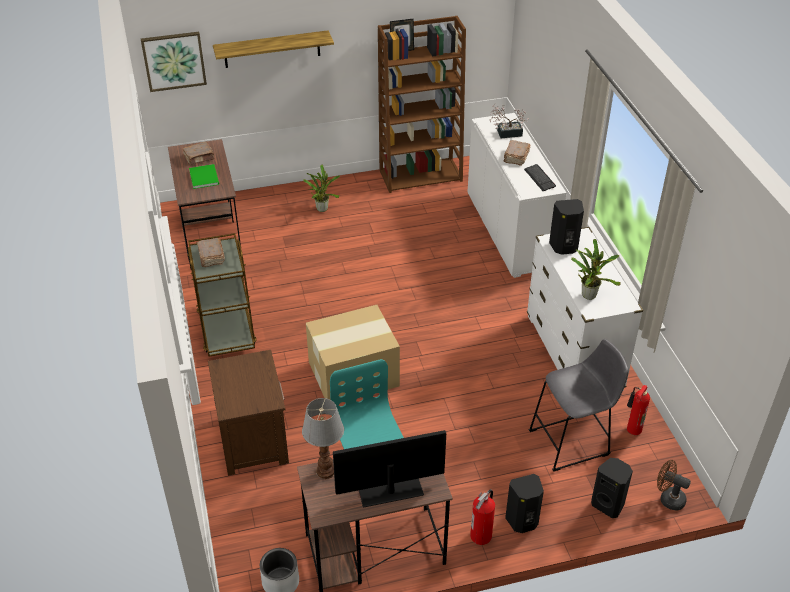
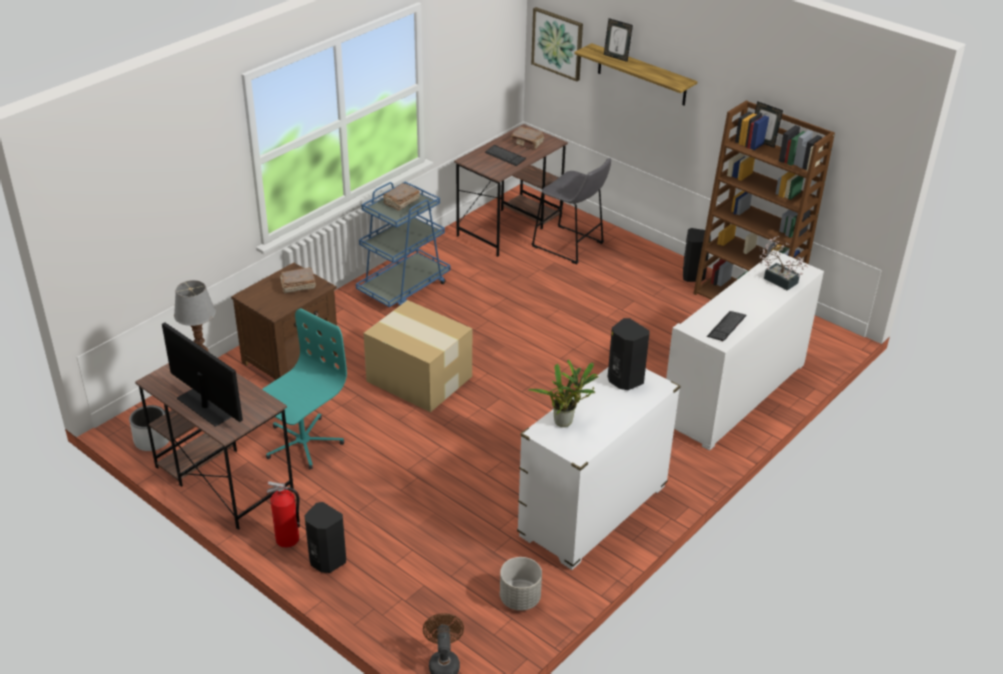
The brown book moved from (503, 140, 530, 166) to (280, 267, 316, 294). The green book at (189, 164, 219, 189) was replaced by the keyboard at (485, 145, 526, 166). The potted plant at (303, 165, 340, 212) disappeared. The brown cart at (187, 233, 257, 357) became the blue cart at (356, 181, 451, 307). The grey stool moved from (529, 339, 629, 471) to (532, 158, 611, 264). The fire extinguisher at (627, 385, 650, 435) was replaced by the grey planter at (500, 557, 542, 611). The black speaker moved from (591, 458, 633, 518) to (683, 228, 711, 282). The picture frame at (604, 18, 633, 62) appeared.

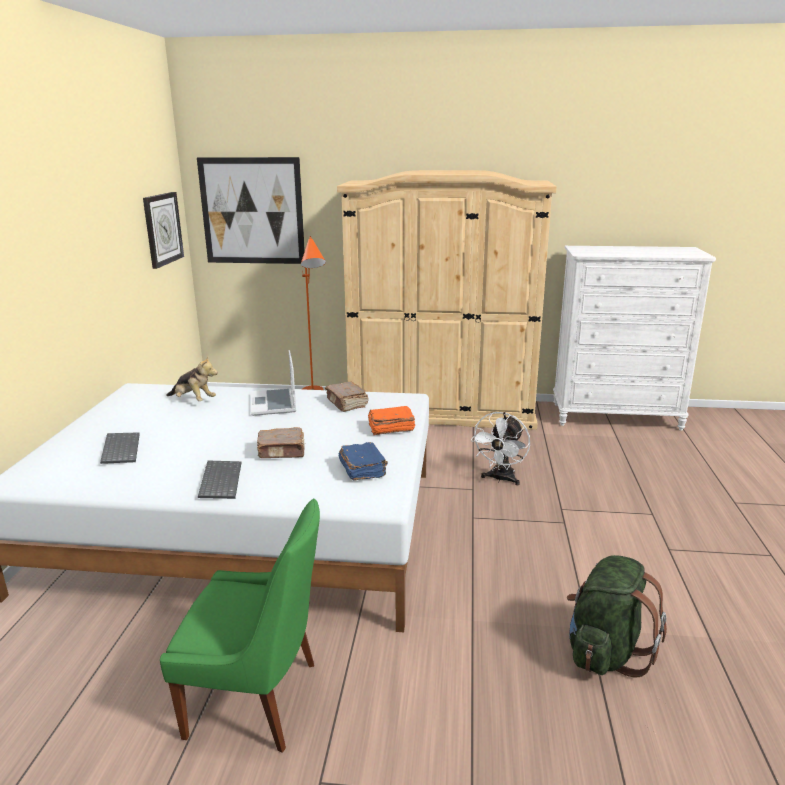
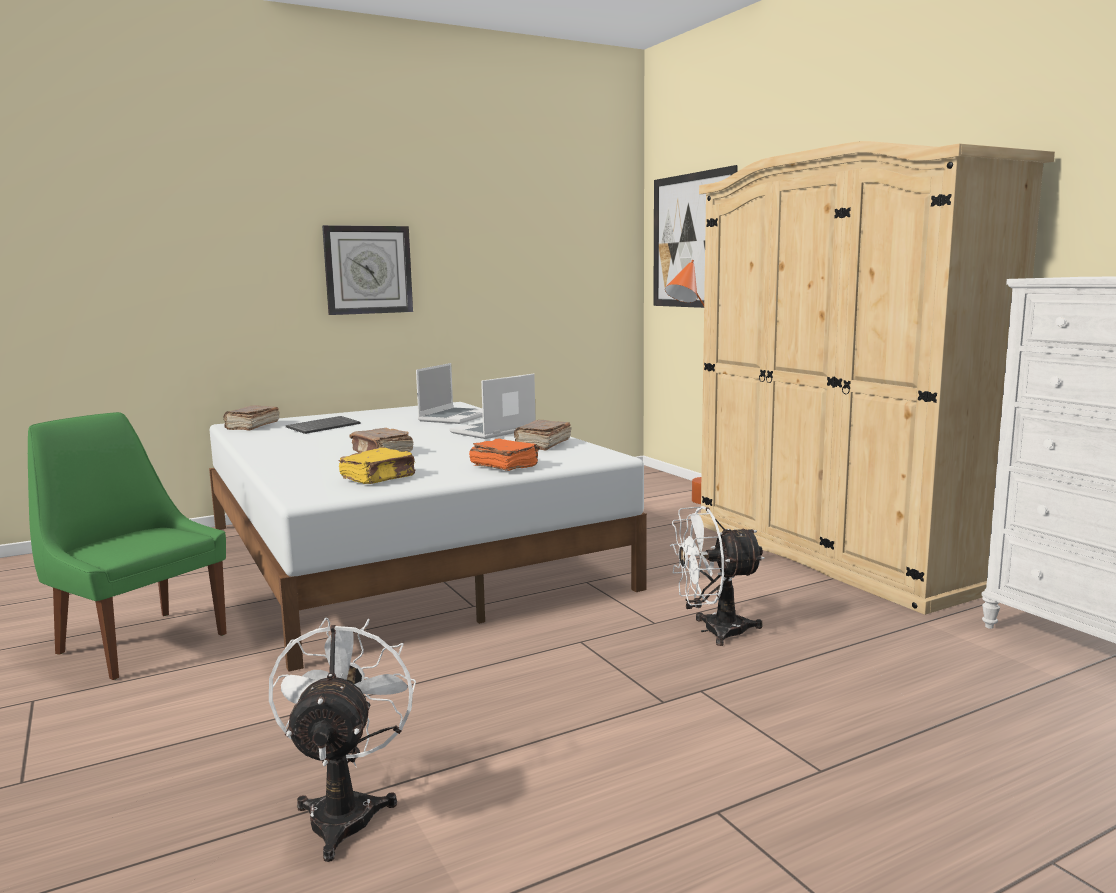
The wall clock moved from (143, 192, 184, 269) to (322, 225, 413, 315). The plush toy at (166, 356, 218, 401) was replaced by the laptop at (416, 363, 483, 424). The blue book at (339, 442, 388, 481) became the yellow book at (339, 448, 415, 484). The keyboard at (198, 461, 241, 499) disappeared. The green chair at (160, 499, 320, 753) turned 150 degrees clockwise. The green backpack at (567, 555, 667, 678) was replaced by the white fan at (269, 617, 416, 862). The brown book at (224, 405, 279, 431) appeared.

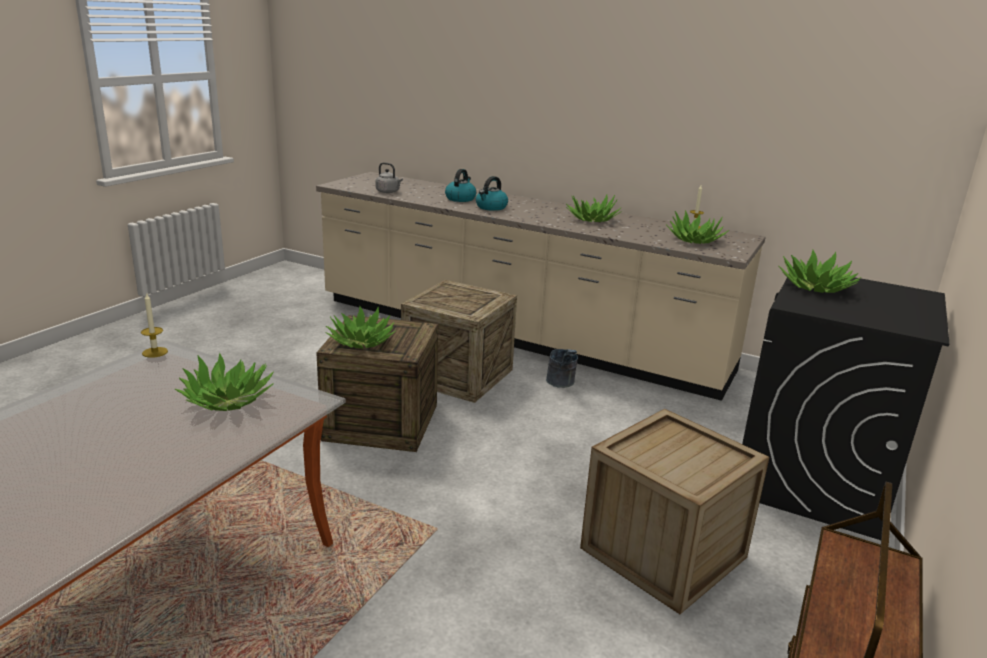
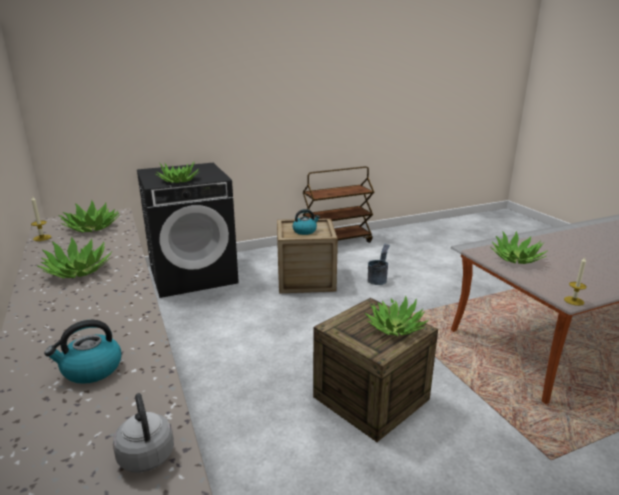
The kettle moved from (476, 176, 508, 211) to (293, 209, 320, 235). The crate at (401, 280, 517, 403) disappeared. The grey bucket moved from (546, 349, 578, 388) to (368, 244, 390, 285).

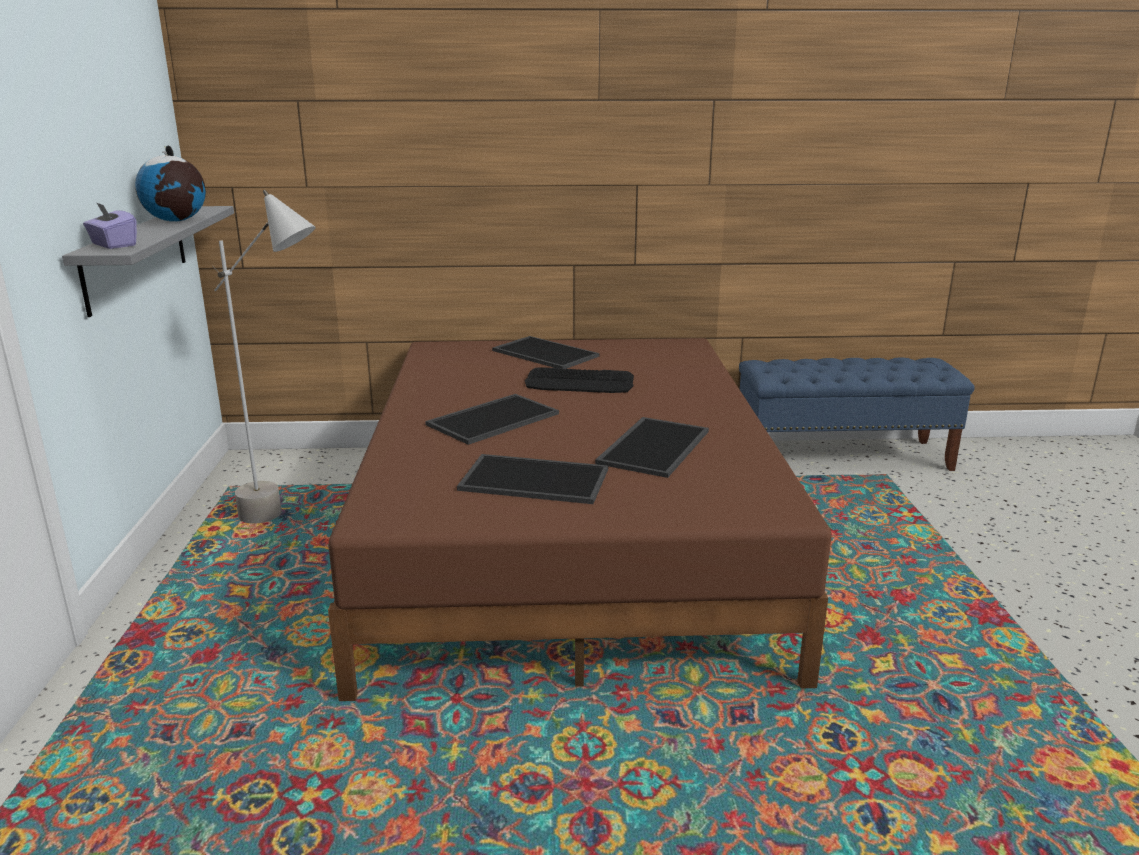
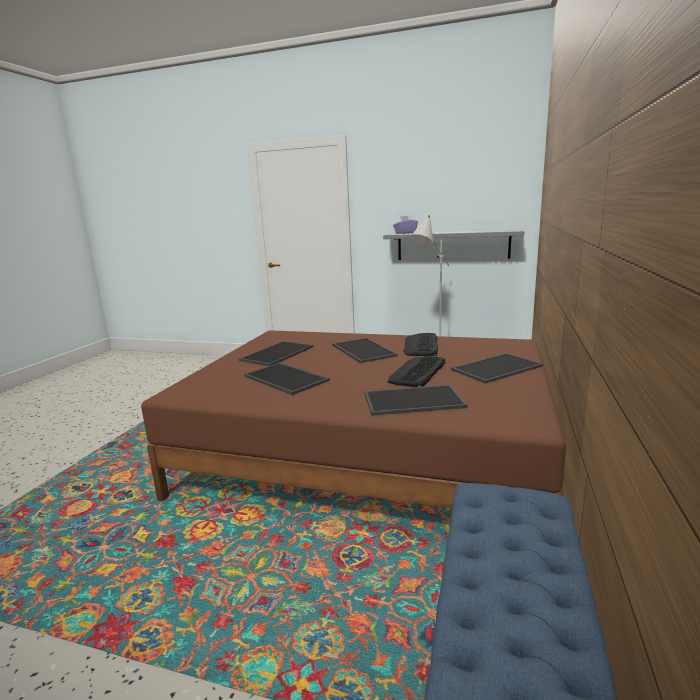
The globe at (135, 145, 206, 221) disappeared. The keyboard at (403, 333, 438, 356) appeared. The tray at (364, 385, 467, 416) appeared.

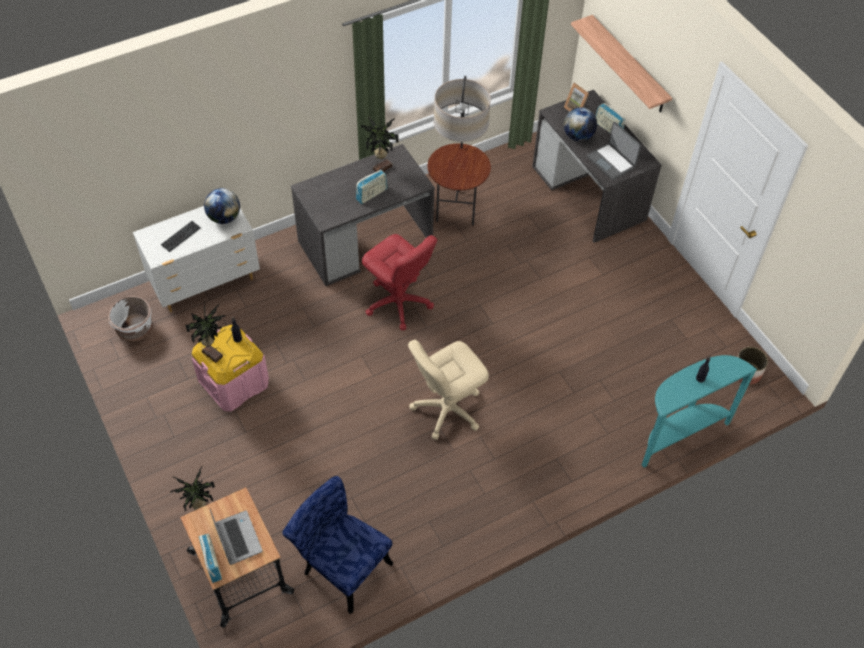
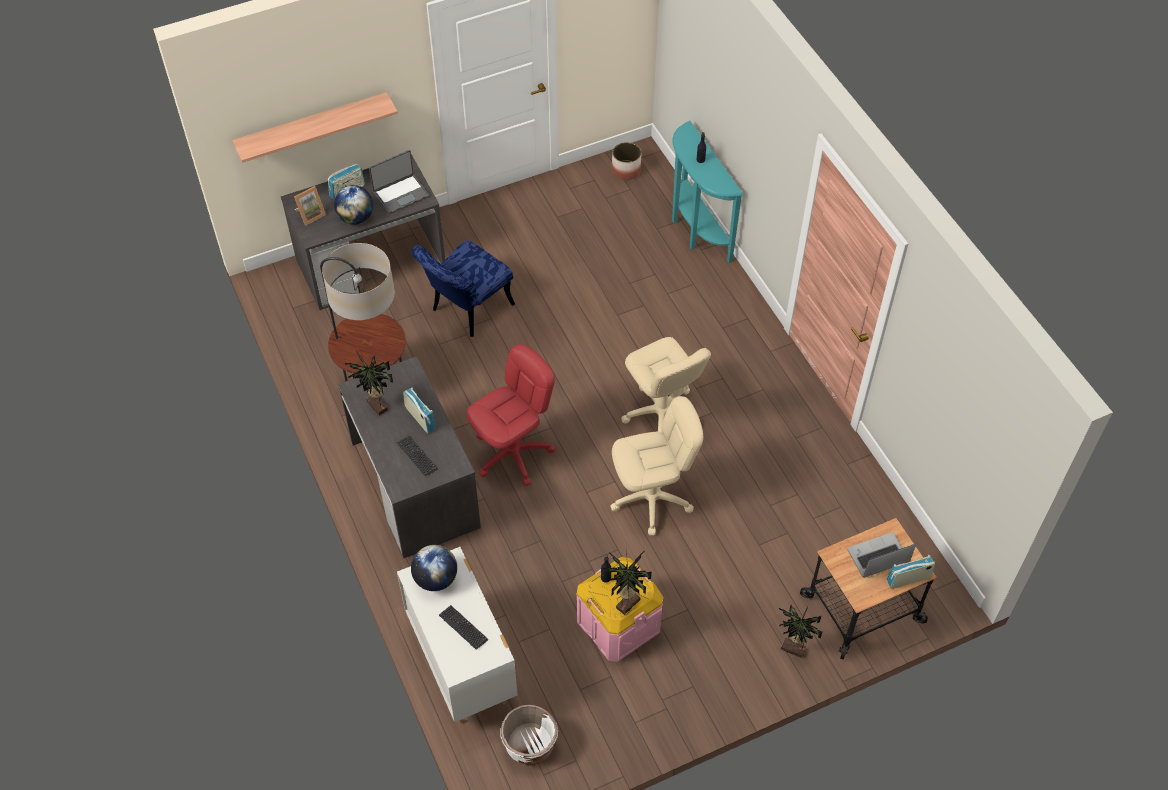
The blue chair moved from (283, 476, 393, 614) to (412, 240, 515, 337). The beige office chair at (610, 396, 703, 536) appeared. The keyboard at (397, 435, 438, 476) appeared.

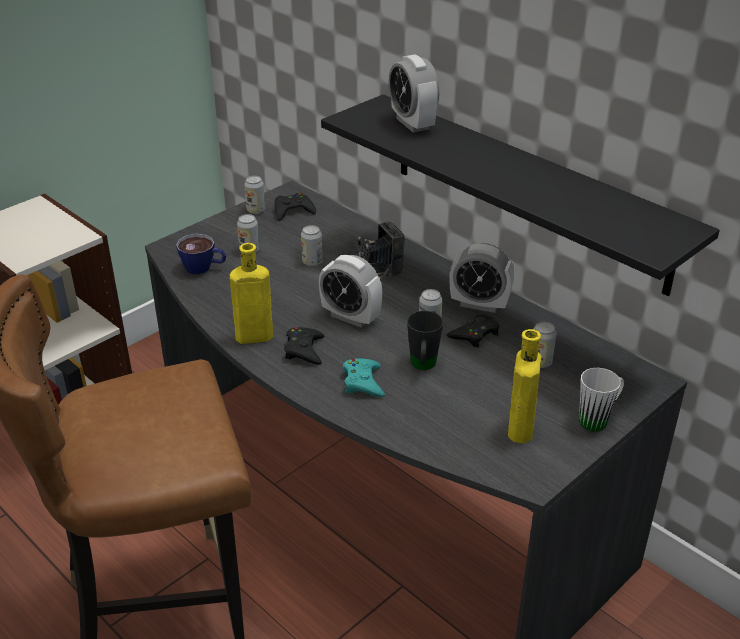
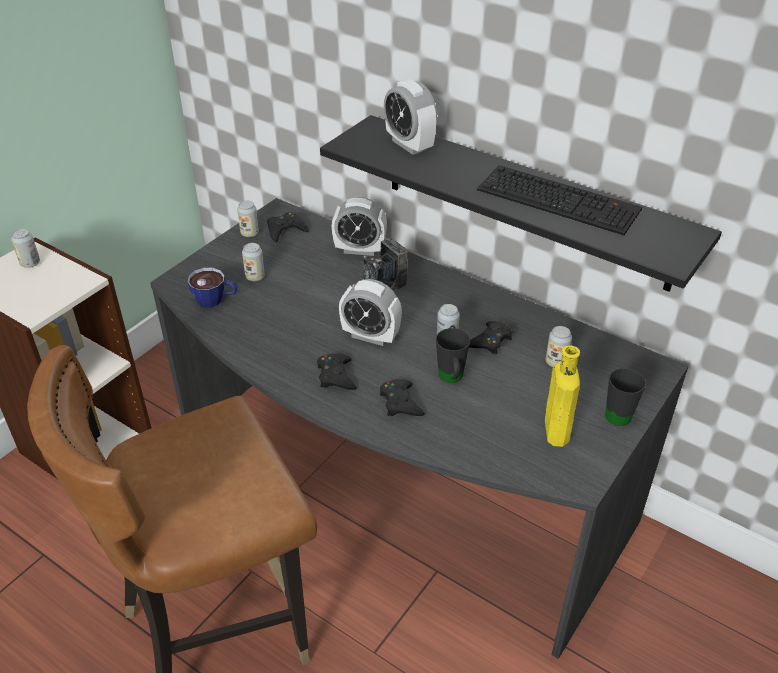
The can moved from (301, 225, 323, 266) to (11, 229, 40, 268). The yellow bottle at (230, 243, 273, 344) disappeared. The alarm clock moved from (449, 243, 515, 313) to (332, 197, 387, 256). The turquoise game controller at (343, 358, 385, 397) became the black game controller at (380, 380, 425, 416). The white mug at (579, 368, 624, 432) became the black mug at (605, 368, 646, 426). The keyboard at (477, 165, 642, 236) appeared.

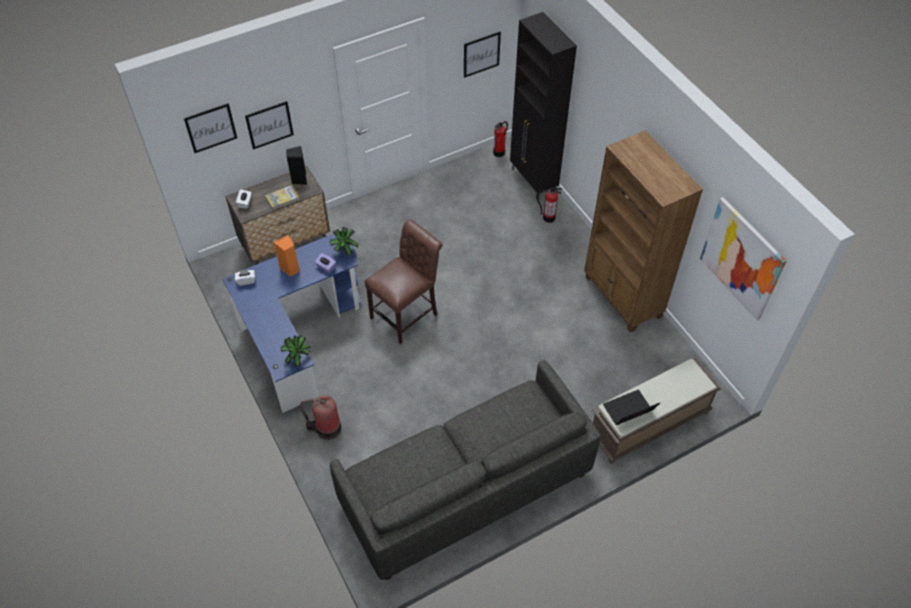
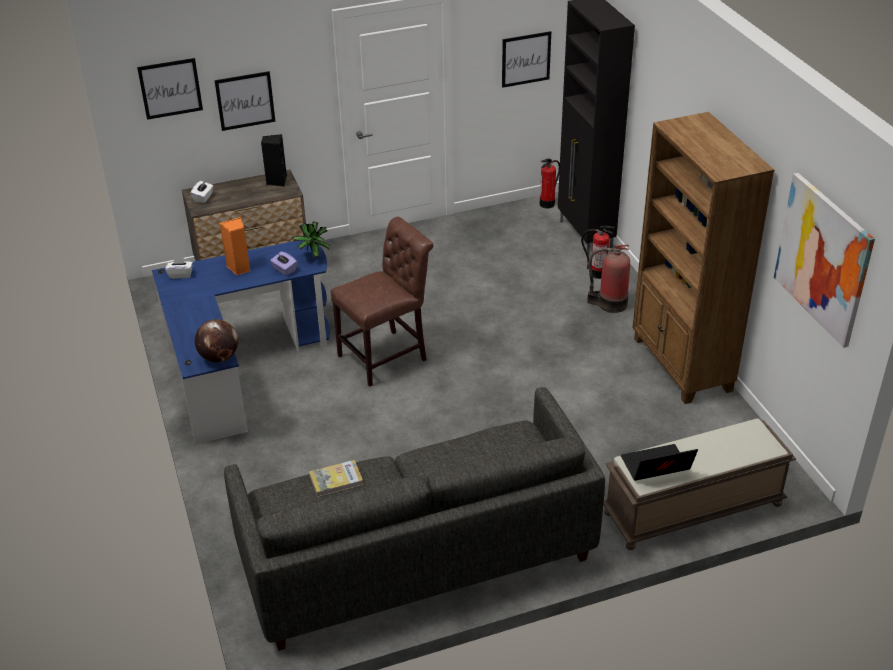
The book moved from (265, 185, 300, 210) to (309, 460, 363, 497). The potted plant at (280, 335, 311, 367) was replaced by the globe at (195, 319, 238, 362). The fire extinguisher moved from (300, 395, 341, 440) to (587, 245, 630, 313).

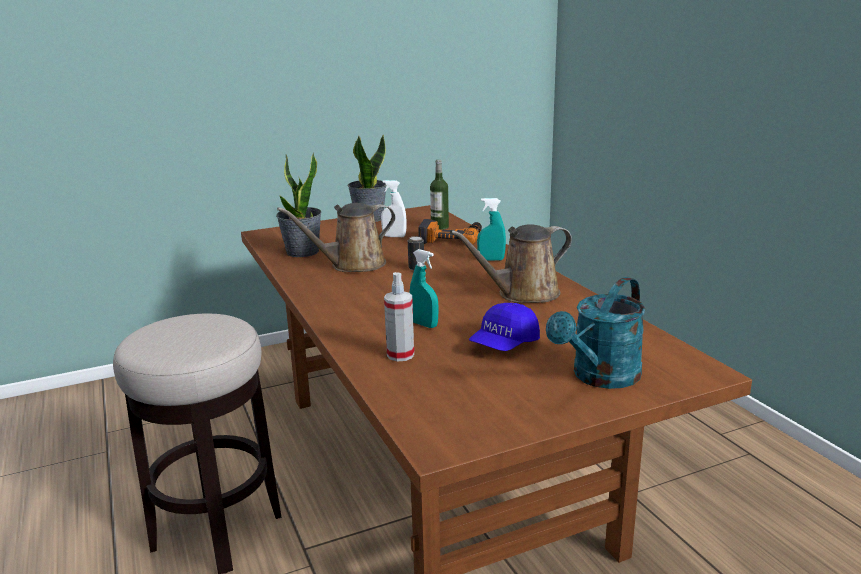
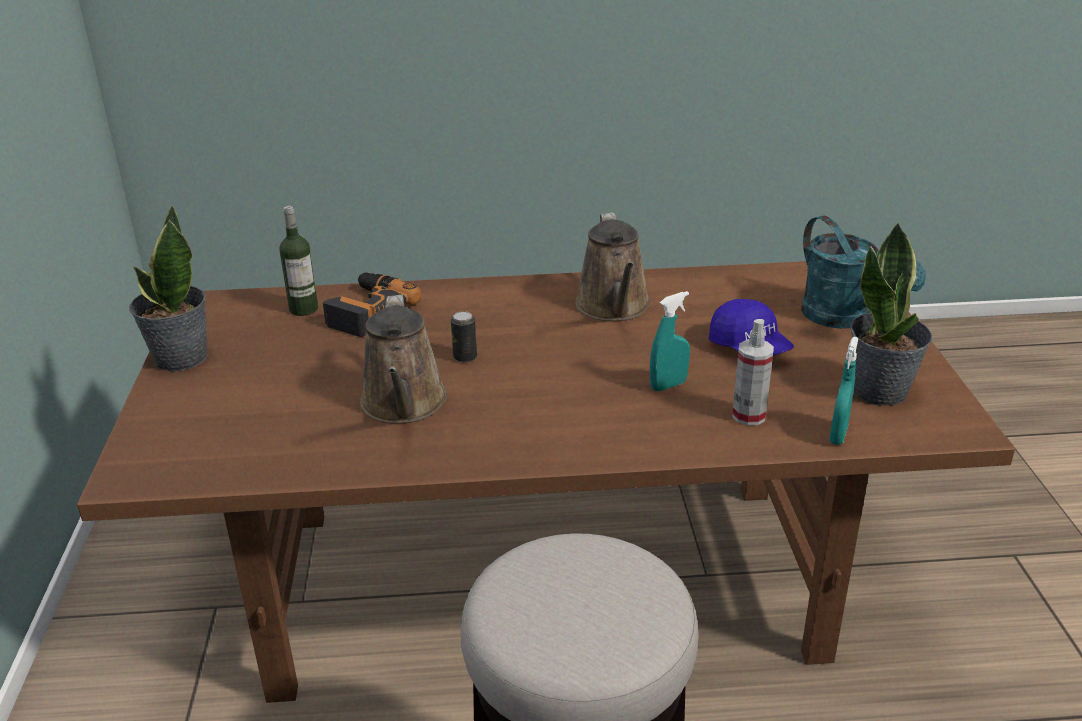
The potted plant moved from (276, 152, 322, 257) to (850, 222, 932, 406). The white spray bottle at (381, 180, 406, 237) disappeared. The turquoise spray bottle moved from (477, 198, 506, 261) to (829, 337, 858, 445).

